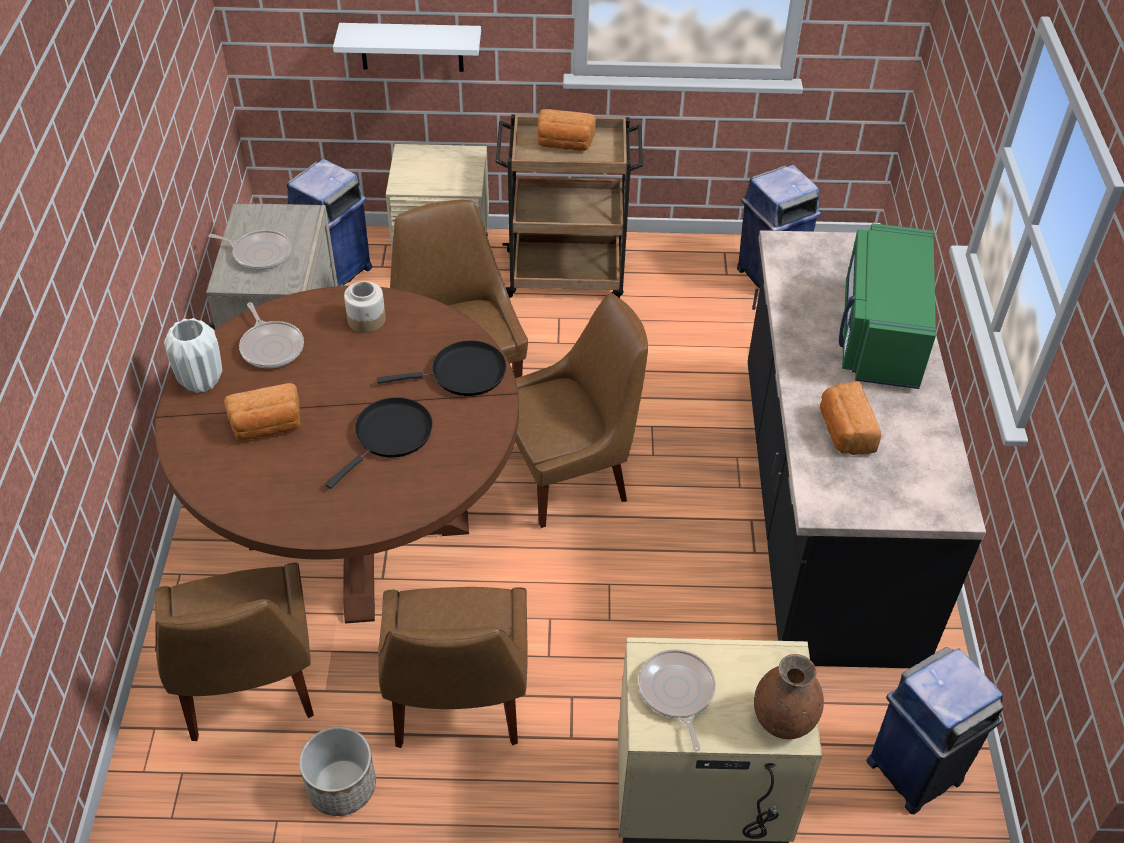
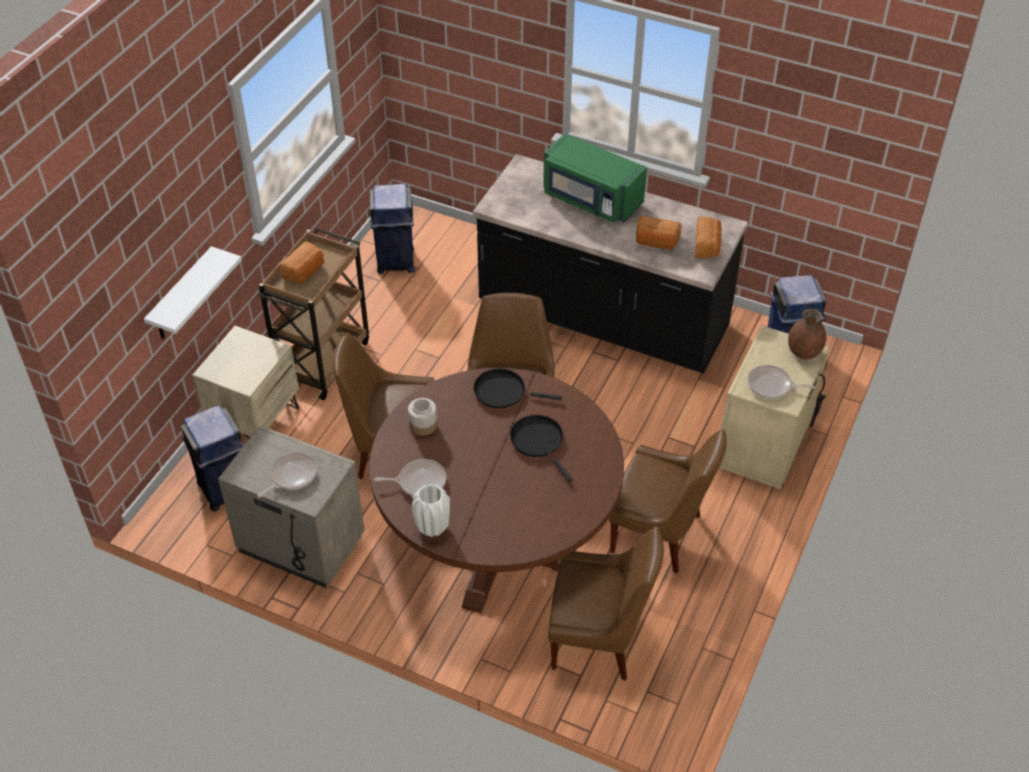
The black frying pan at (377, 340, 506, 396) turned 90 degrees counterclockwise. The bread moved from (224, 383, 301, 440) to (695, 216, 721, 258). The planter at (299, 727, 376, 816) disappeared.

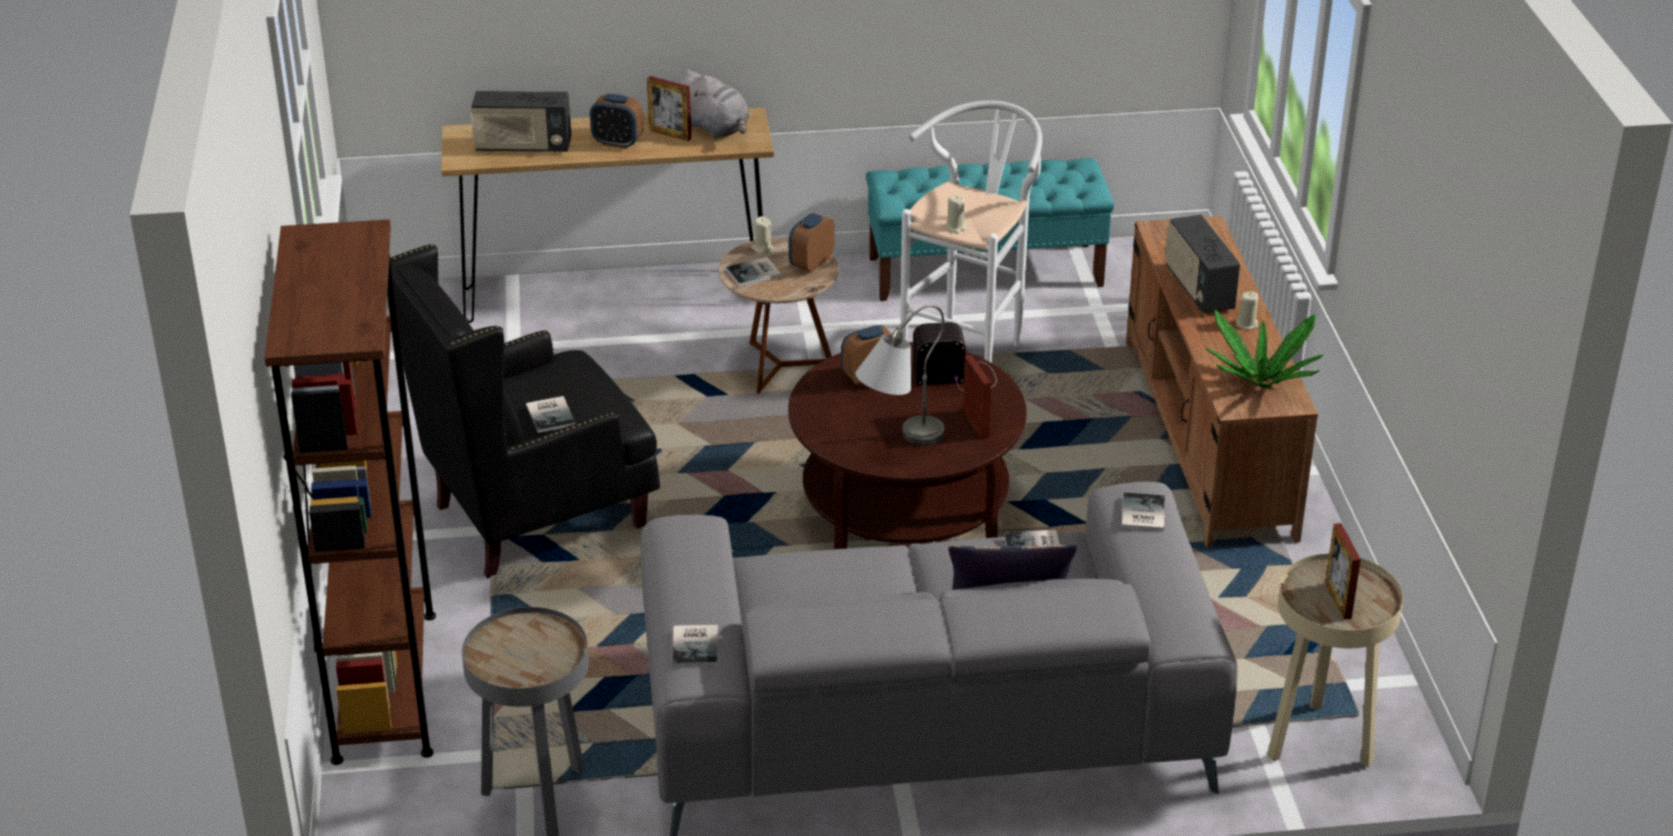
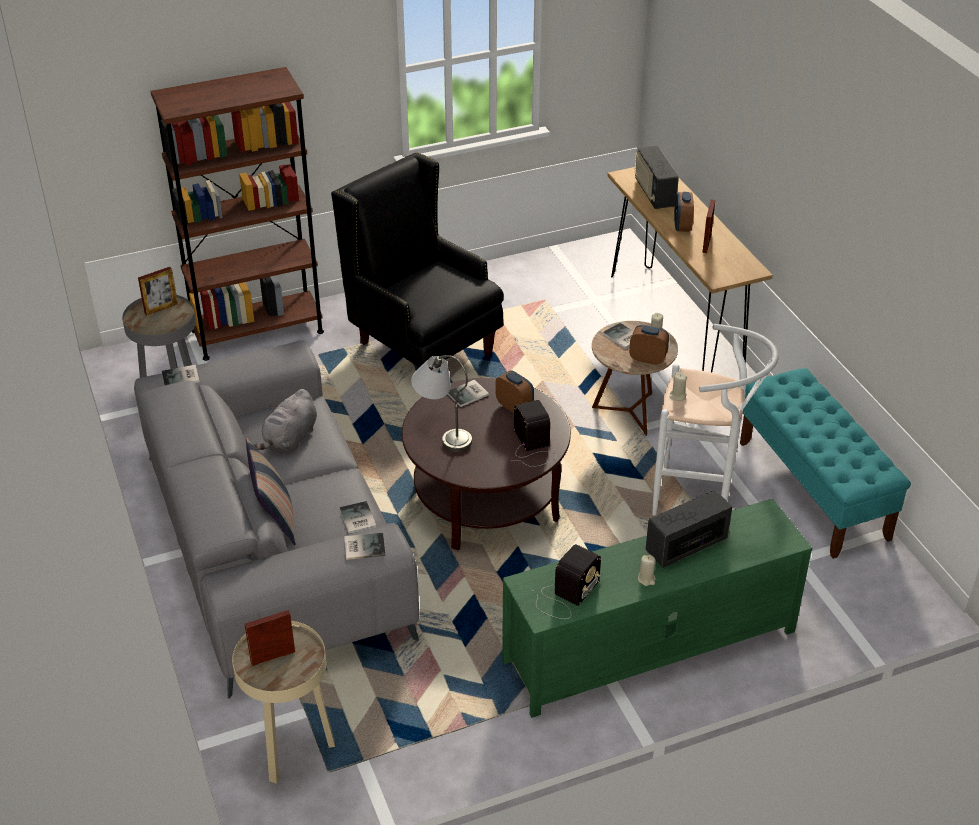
The grey plush toy moved from (678, 69, 750, 139) to (253, 389, 317, 450). The brown tv stand at (1126, 216, 1318, 548) became the green tv stand at (502, 499, 812, 718). The potted plant at (1206, 310, 1324, 388) was replaced by the radio at (531, 544, 601, 619). The picture frame moved from (963, 355, 991, 439) to (138, 267, 178, 315). The book moved from (526, 396, 575, 433) to (448, 380, 489, 407).

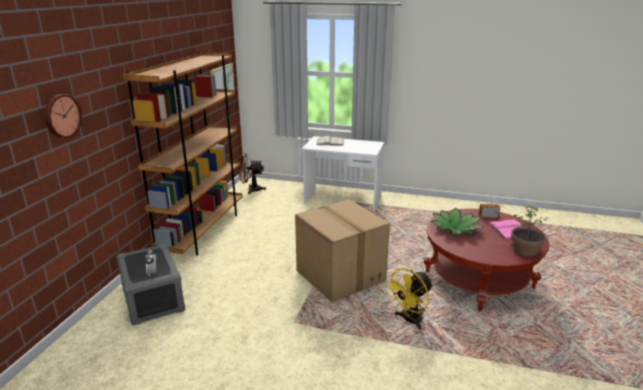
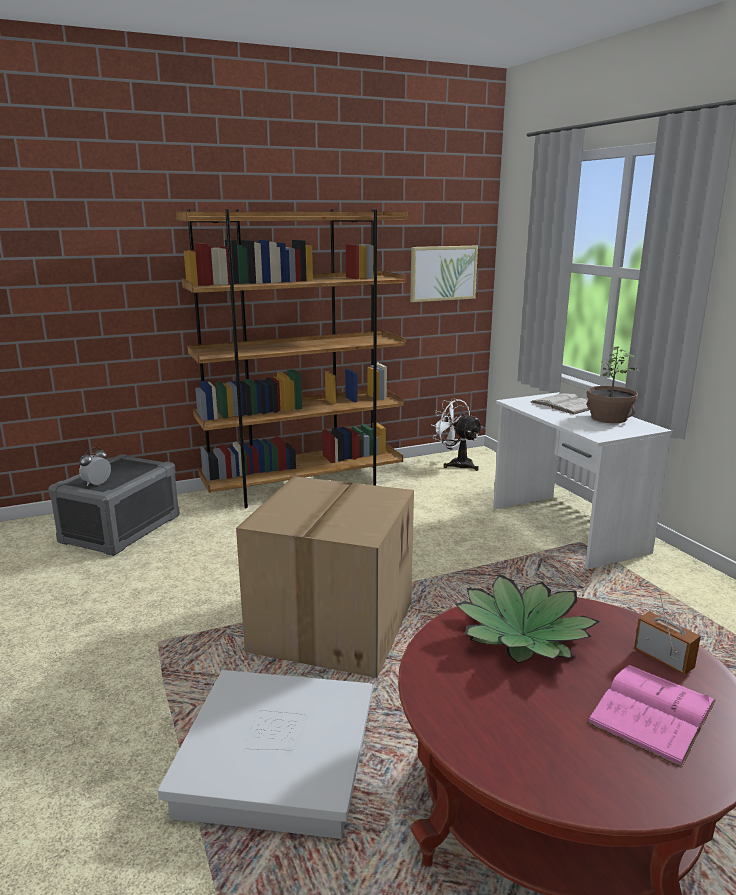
The wall clock at (45, 94, 82, 138) disappeared. The brown fan at (238, 154, 266, 194) became the white fan at (431, 398, 483, 471). The potted plant moved from (511, 205, 549, 257) to (587, 347, 638, 423). The yellow fan at (385, 268, 433, 329) was replaced by the white storage box at (158, 670, 372, 839).

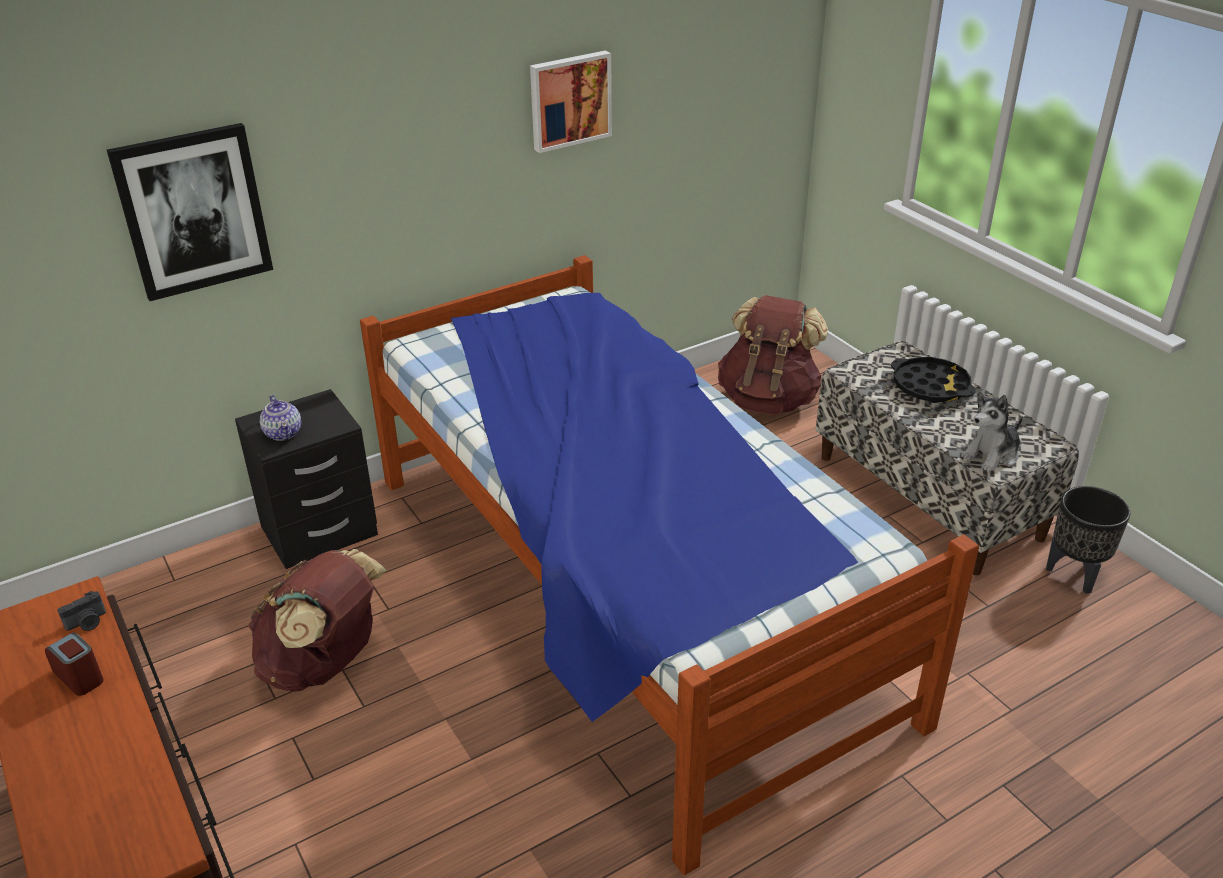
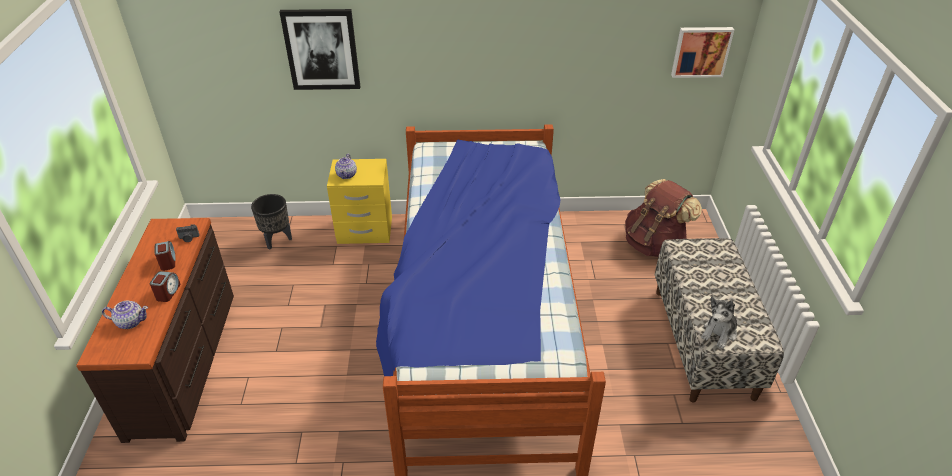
The picture moved from (530, 50, 612, 153) to (671, 27, 734, 78). The black tray at (891, 357, 975, 403) disappeared. The black nightstand at (235, 389, 378, 569) became the yellow nightstand at (327, 159, 392, 244). The plush toy at (961, 391, 1023, 472) turned 45 degrees counterclockwise. The black planter moved from (1046, 486, 1130, 594) to (251, 194, 292, 250). The brown backpack at (248, 549, 387, 692) disappeared. The alarm clock at (150, 271, 181, 302) appeared. The teapot at (102, 301, 148, 329) appeared.

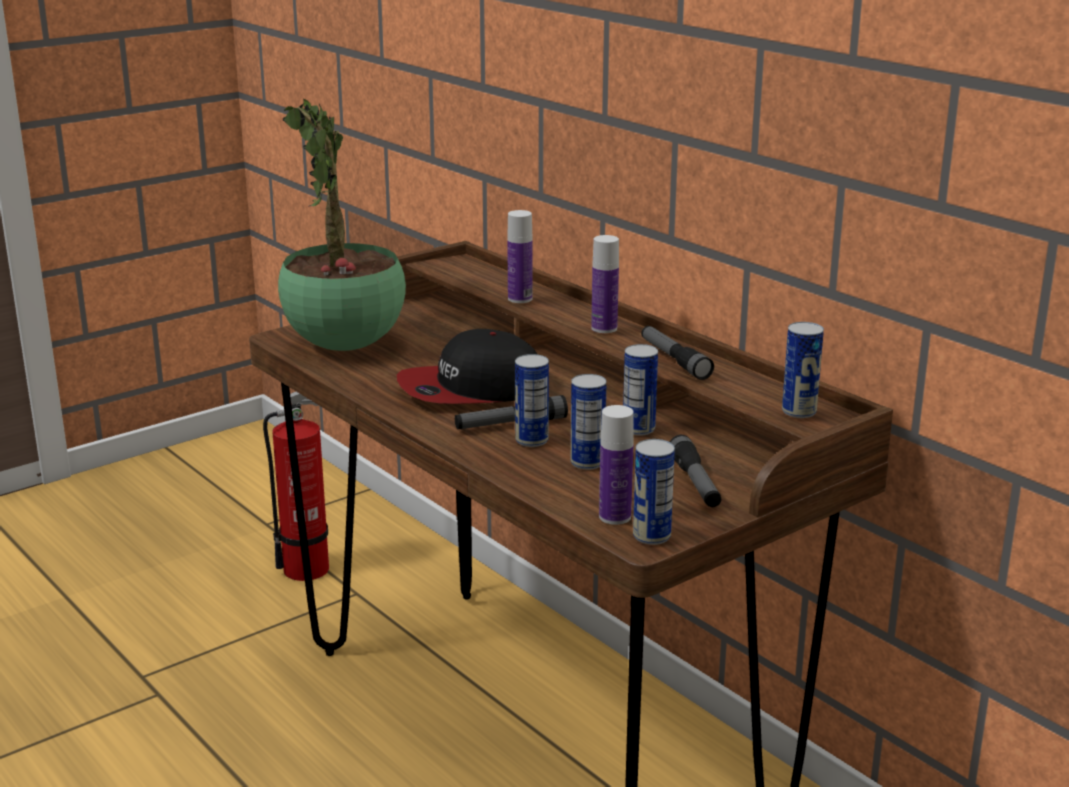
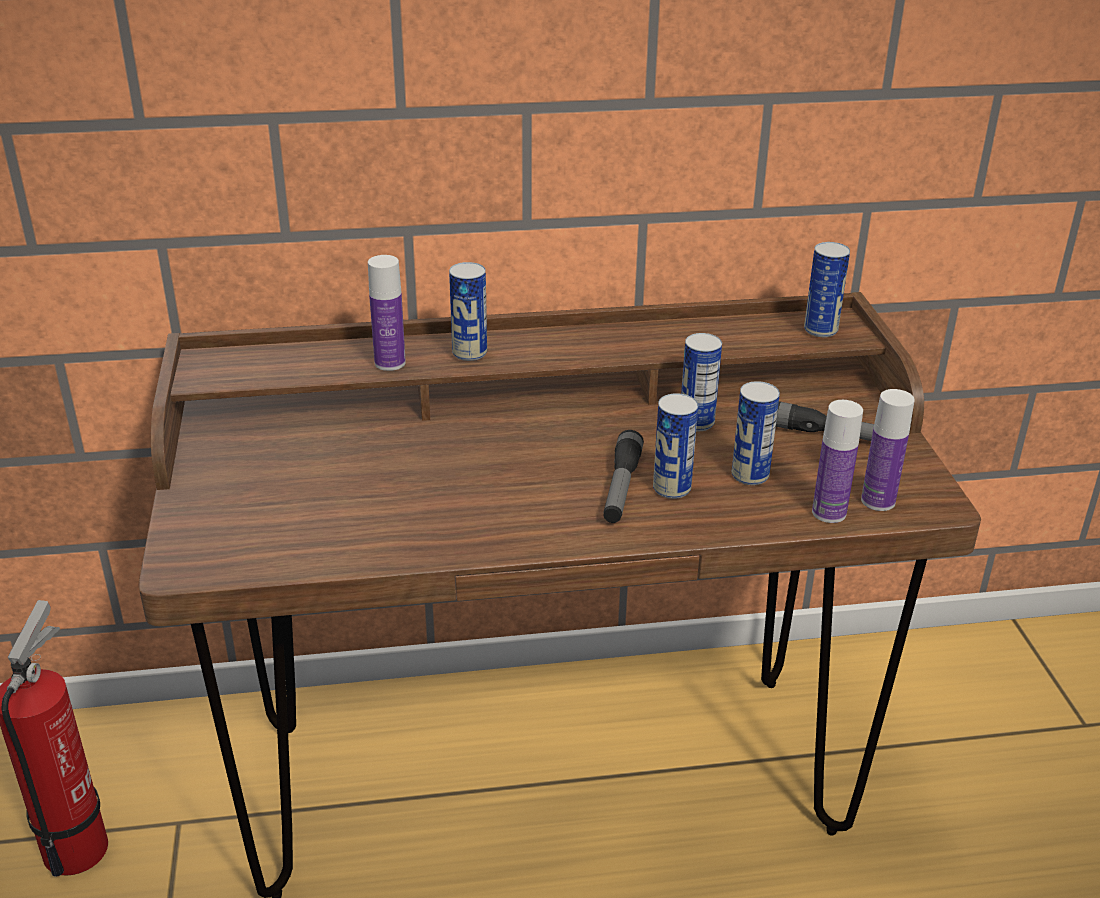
The potted plant at (278, 99, 406, 351) disappeared. The bottle moved from (591, 235, 619, 333) to (812, 400, 863, 523). The flashlight at (641, 326, 714, 380) disappeared. The cap at (397, 329, 538, 404) disappeared. The can moved from (633, 439, 675, 545) to (449, 262, 487, 361).

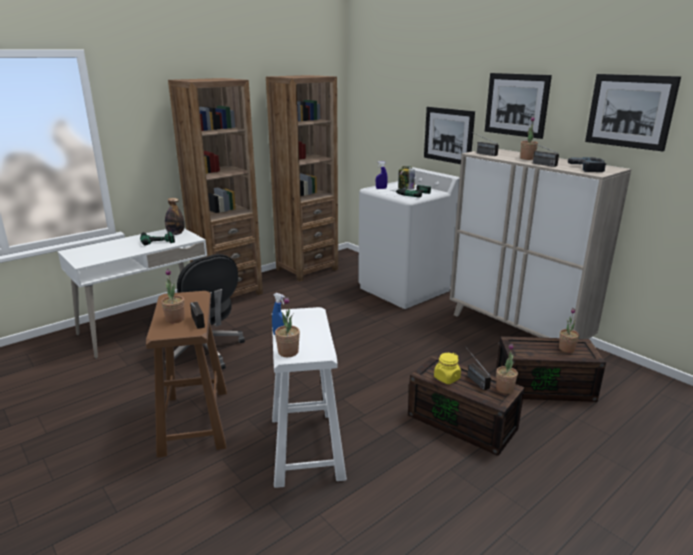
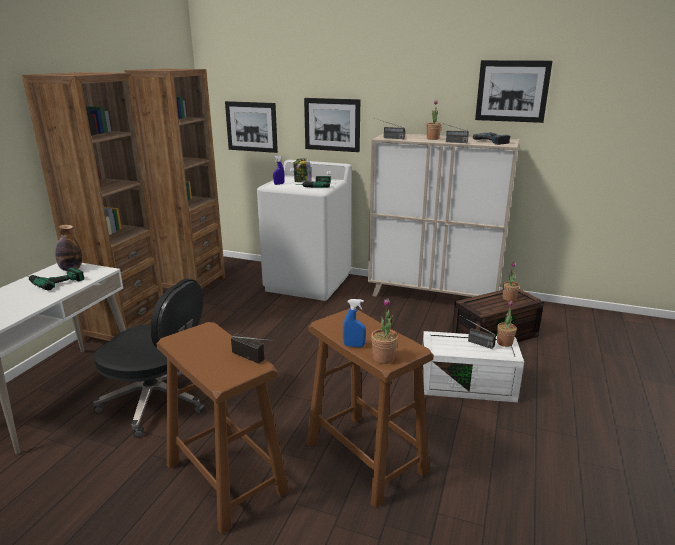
The picture moved from (485, 73, 552, 139) to (225, 101, 278, 153). The potted plant at (161, 268, 185, 323) disappeared. The white stool at (272, 307, 347, 488) became the brown stool at (306, 309, 433, 508). The yellow jar at (434, 353, 461, 384) disappeared. The brown storage box at (408, 355, 525, 456) became the white storage box at (422, 331, 524, 403).

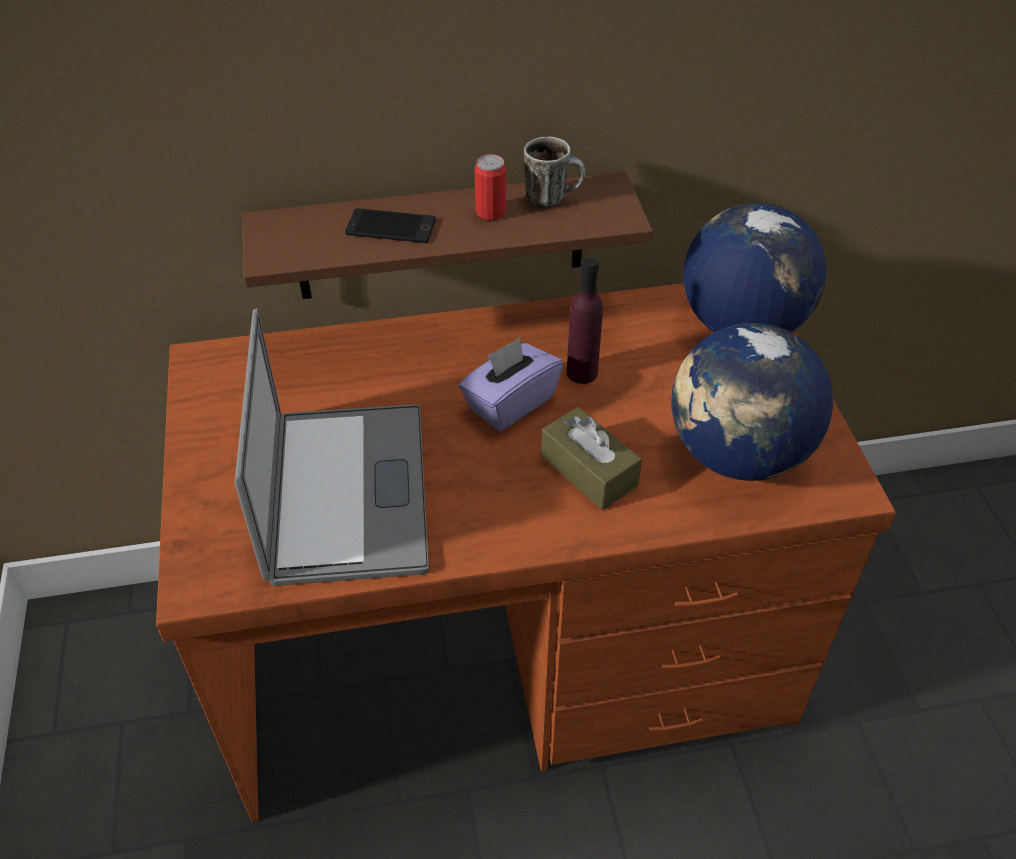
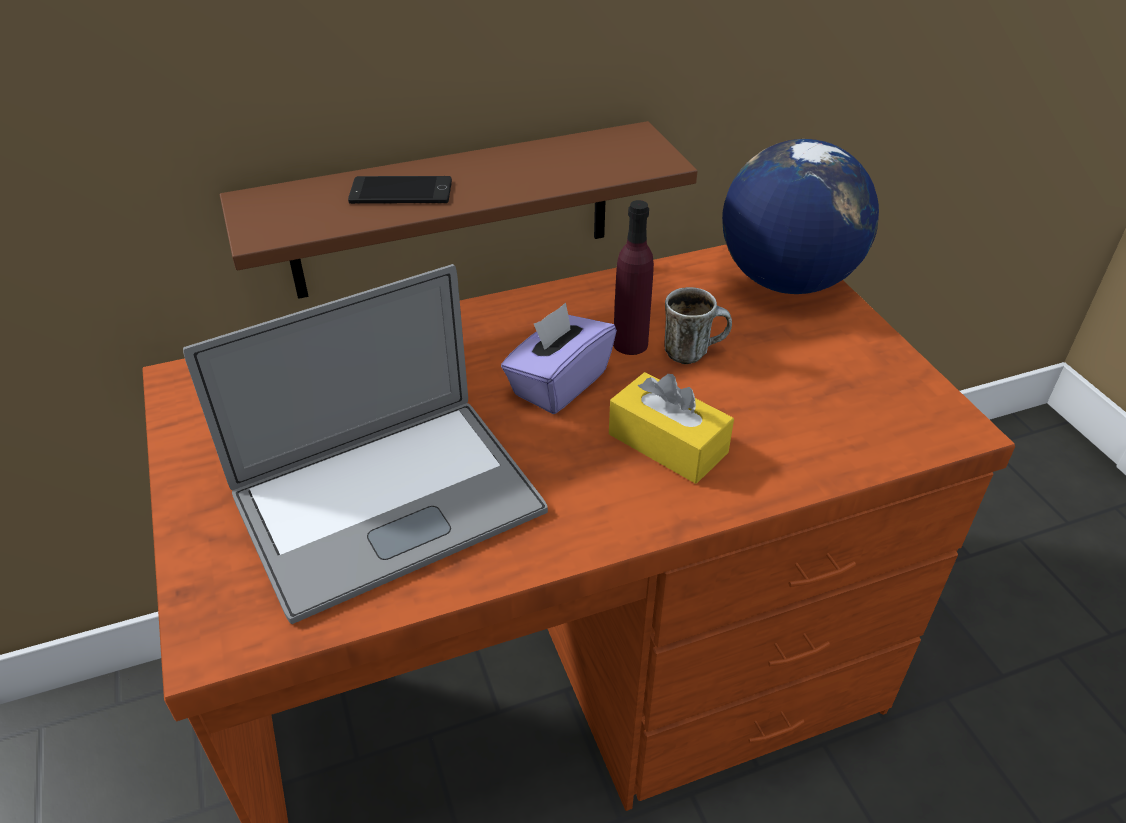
The mug moved from (524, 137, 585, 208) to (664, 287, 732, 364). The can at (475, 154, 506, 220) disappeared. The laptop at (235, 309, 429, 586) turned 75 degrees clockwise. The globe at (671, 323, 833, 481) disappeared. The brown tissue box at (541, 407, 642, 510) became the yellow tissue box at (609, 372, 734, 484).

